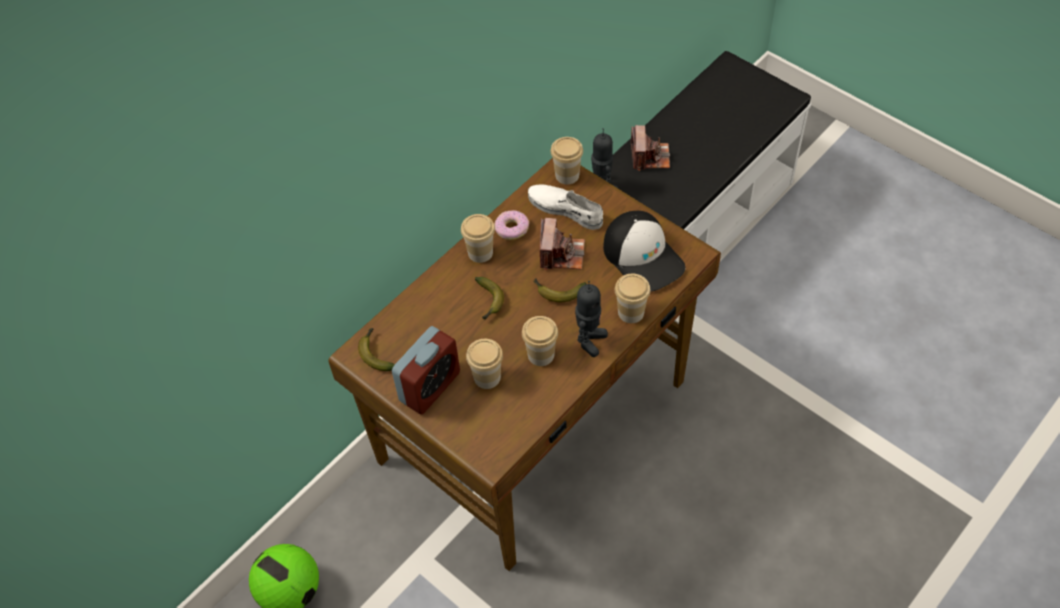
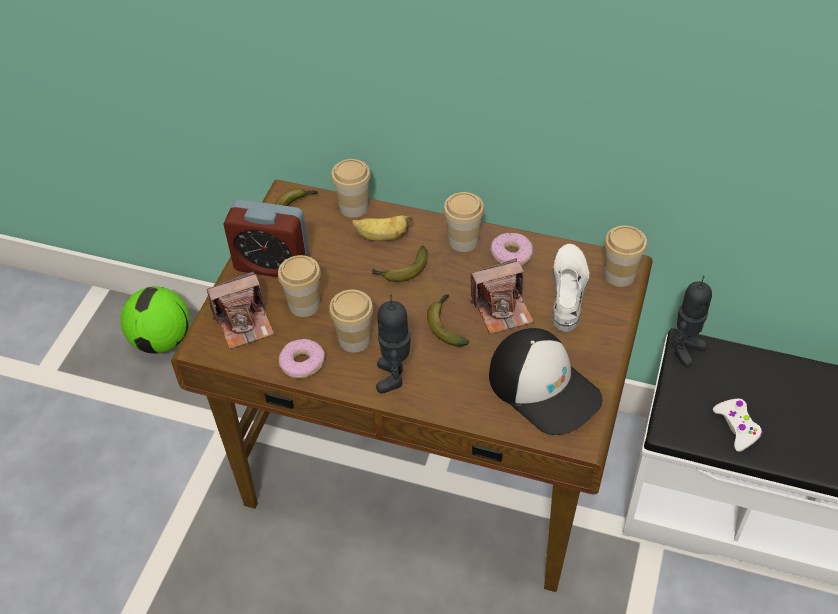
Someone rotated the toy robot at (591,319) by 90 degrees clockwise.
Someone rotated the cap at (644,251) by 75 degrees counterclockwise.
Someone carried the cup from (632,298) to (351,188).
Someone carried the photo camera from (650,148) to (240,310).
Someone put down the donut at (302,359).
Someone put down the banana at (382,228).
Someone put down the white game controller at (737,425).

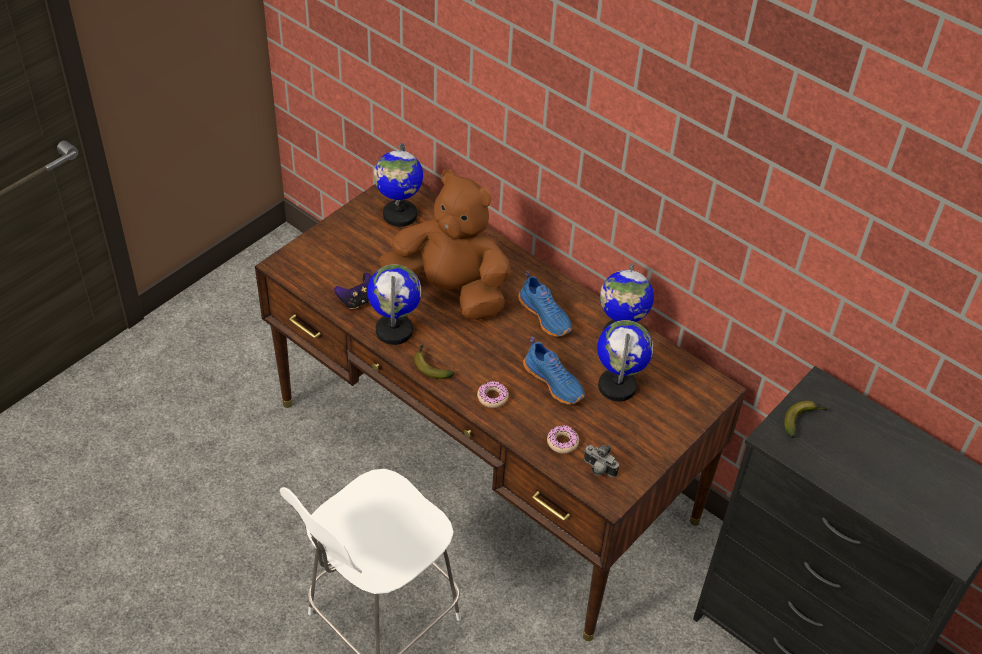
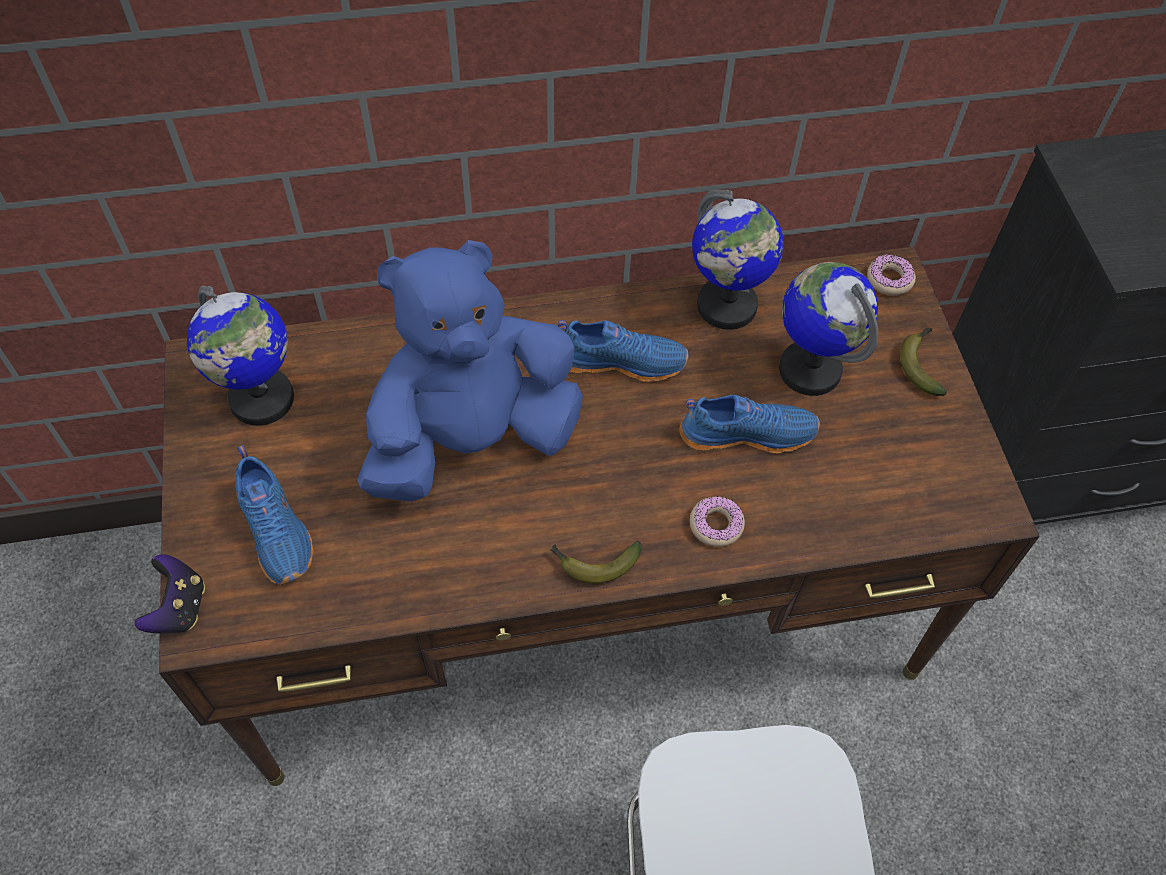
Someone carried the game controller from (353,291) to (169,593).
Someone took away the globe at (394,304).
Someone repainted the brown plush toy at (445,244), which became the blue plush toy at (470,371).
Someone carried the donut from (563,439) to (891,275).
Someone took away the photo camera at (601,461).
Someone carried the banana from (806,419) to (923,362).
Someone put down the blue shoe at (274,514).

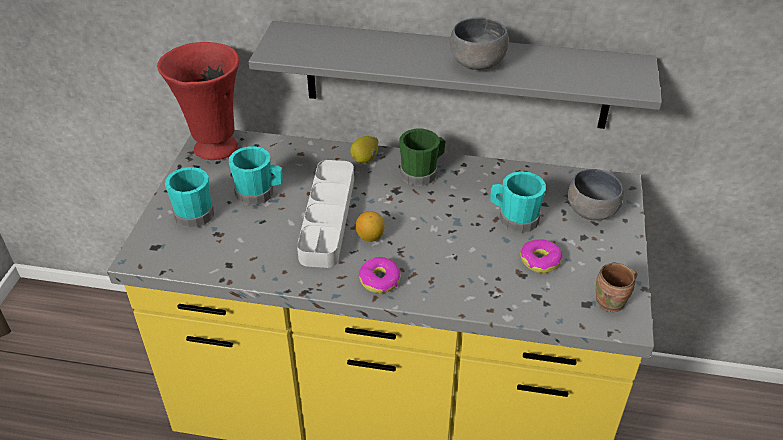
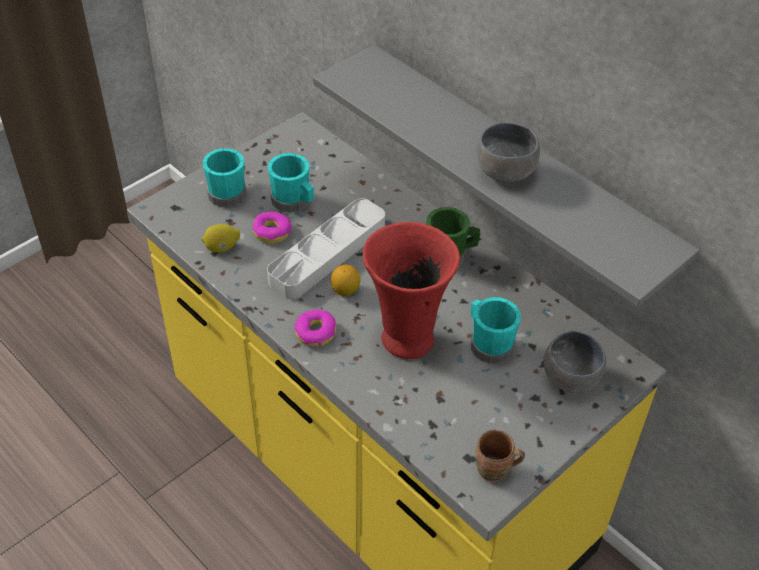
Someone carried the red vase from (198,101) to (411,290).
Someone carried the lemon from (364,149) to (221,238).
Someone carried the donut from (541,256) to (272,227).

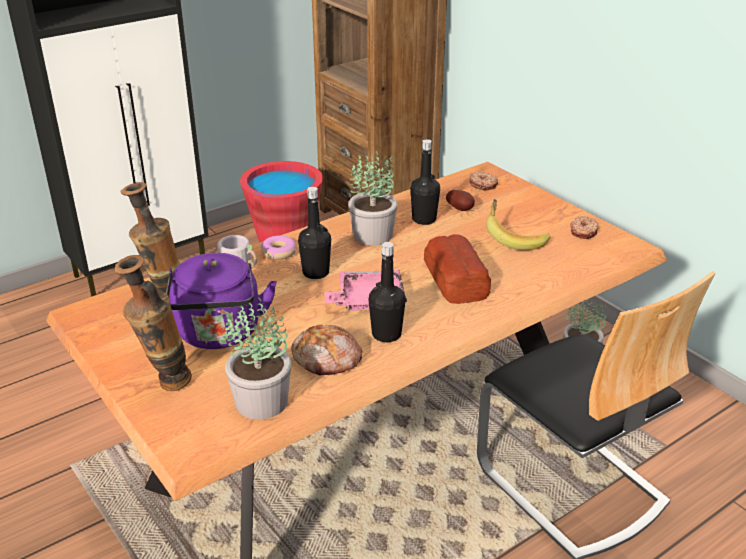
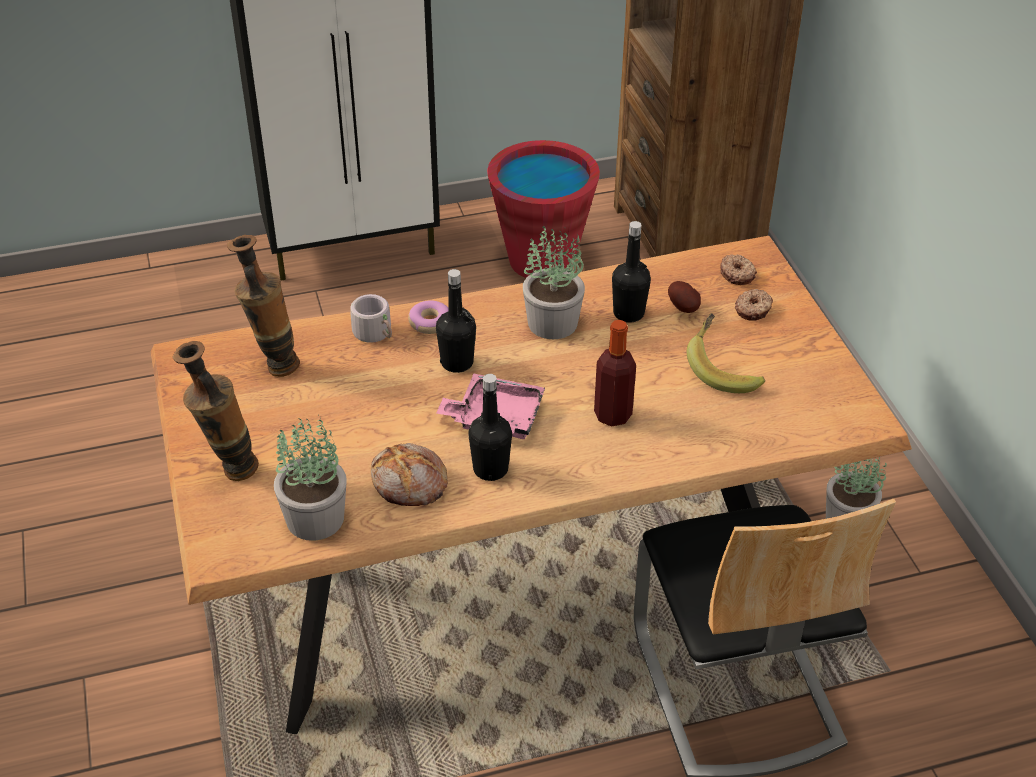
Someone took away the purple kettle at (221,301).
Someone swapped the bread at (457,269) for the bottle at (615,373).
Someone carried the donut from (584,227) to (754,304).

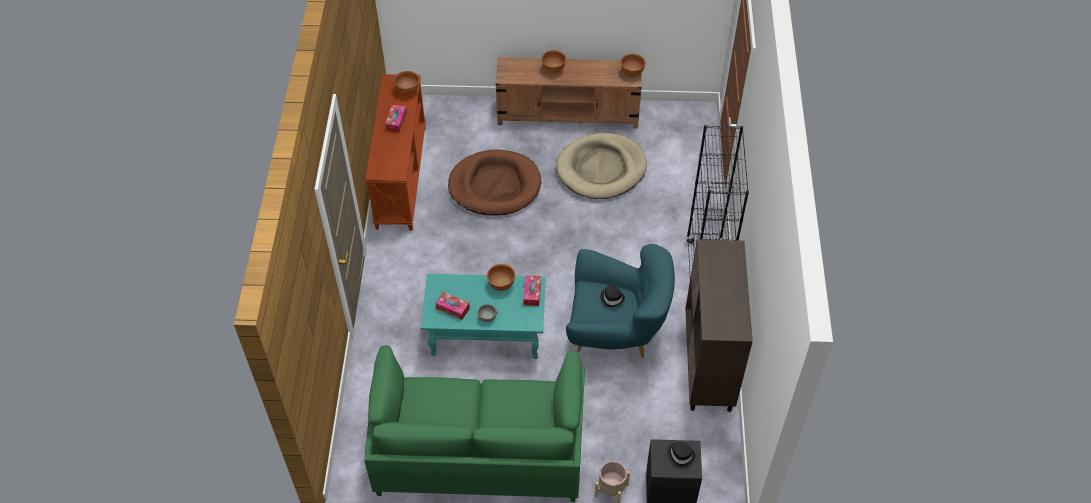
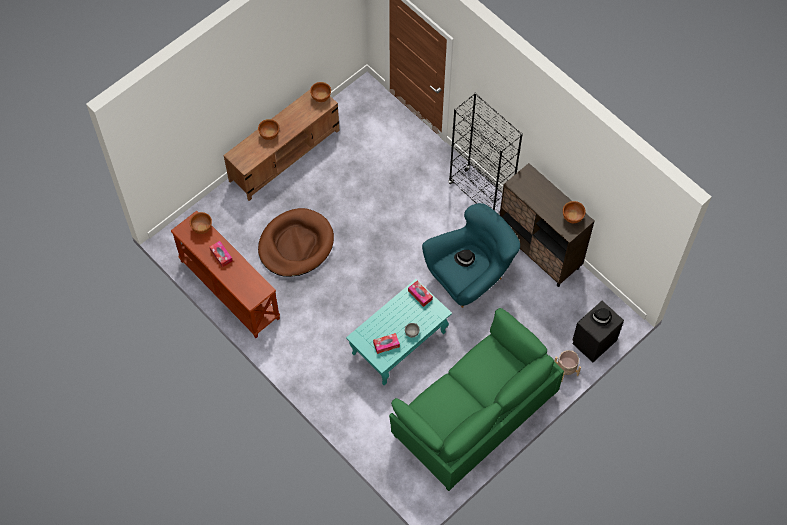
Someone carried the brown bowl from (501,277) to (574,212).
Someone took away the beige dog bed at (601,166).

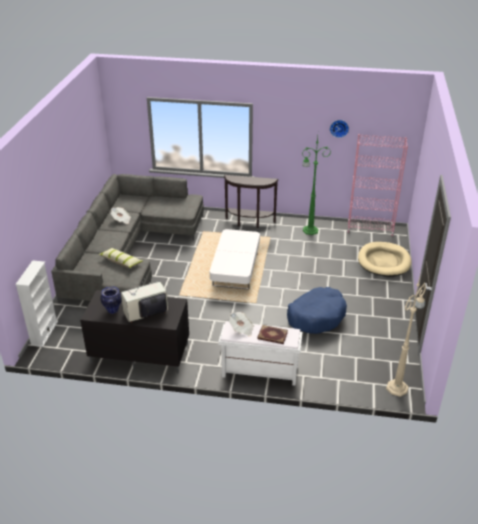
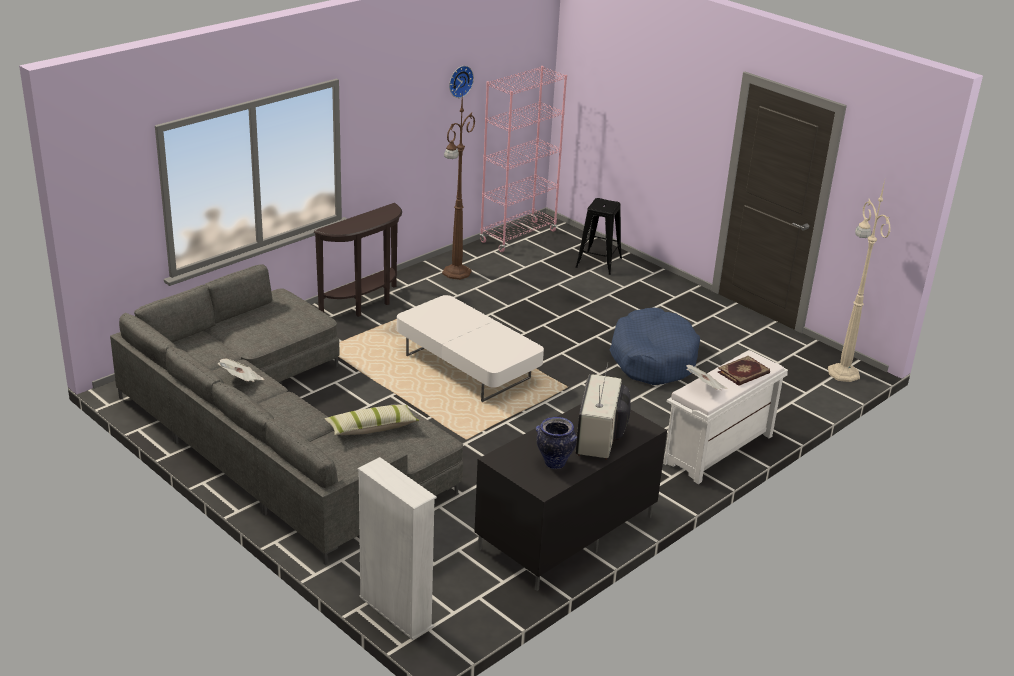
Someone repainted the green floor lamp at (316,186), which became the brown floor lamp at (458,186).
Someone swapped the beige dog bed at (385,259) for the black stool at (598,236).

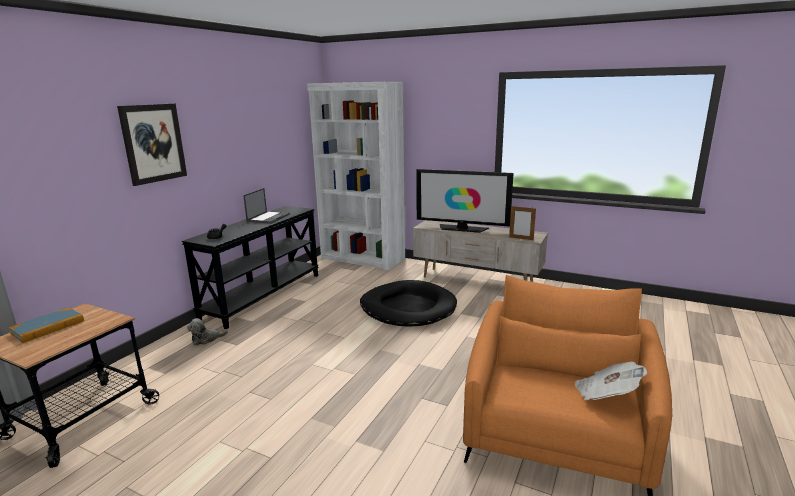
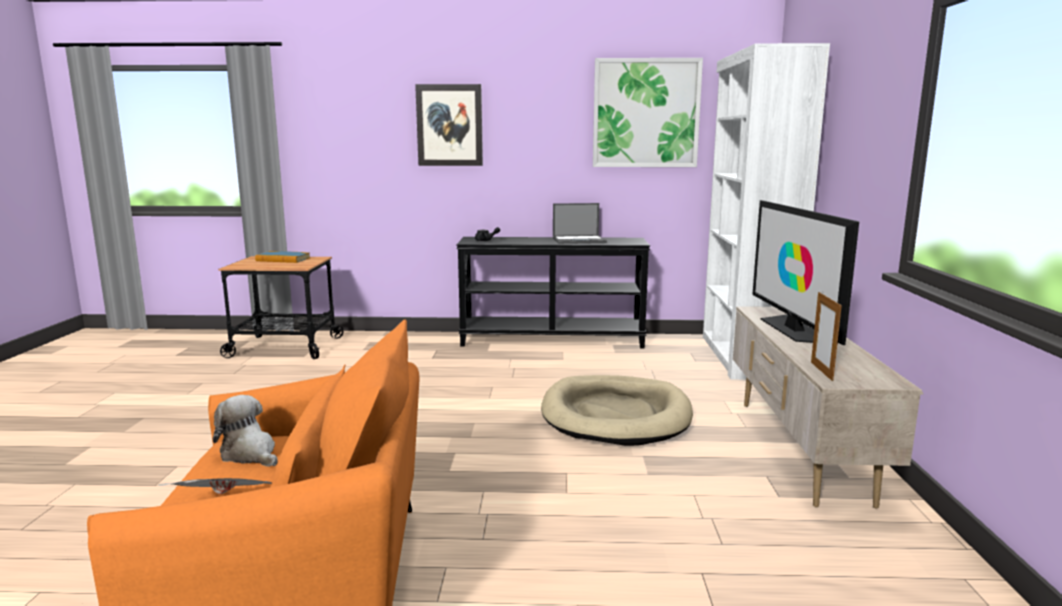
Someone carried the plush toy from (207,331) to (245,431).
Someone repainted the black dog bed at (408,303), which became the beige dog bed at (617,410).
Someone put up the picture at (648,112).

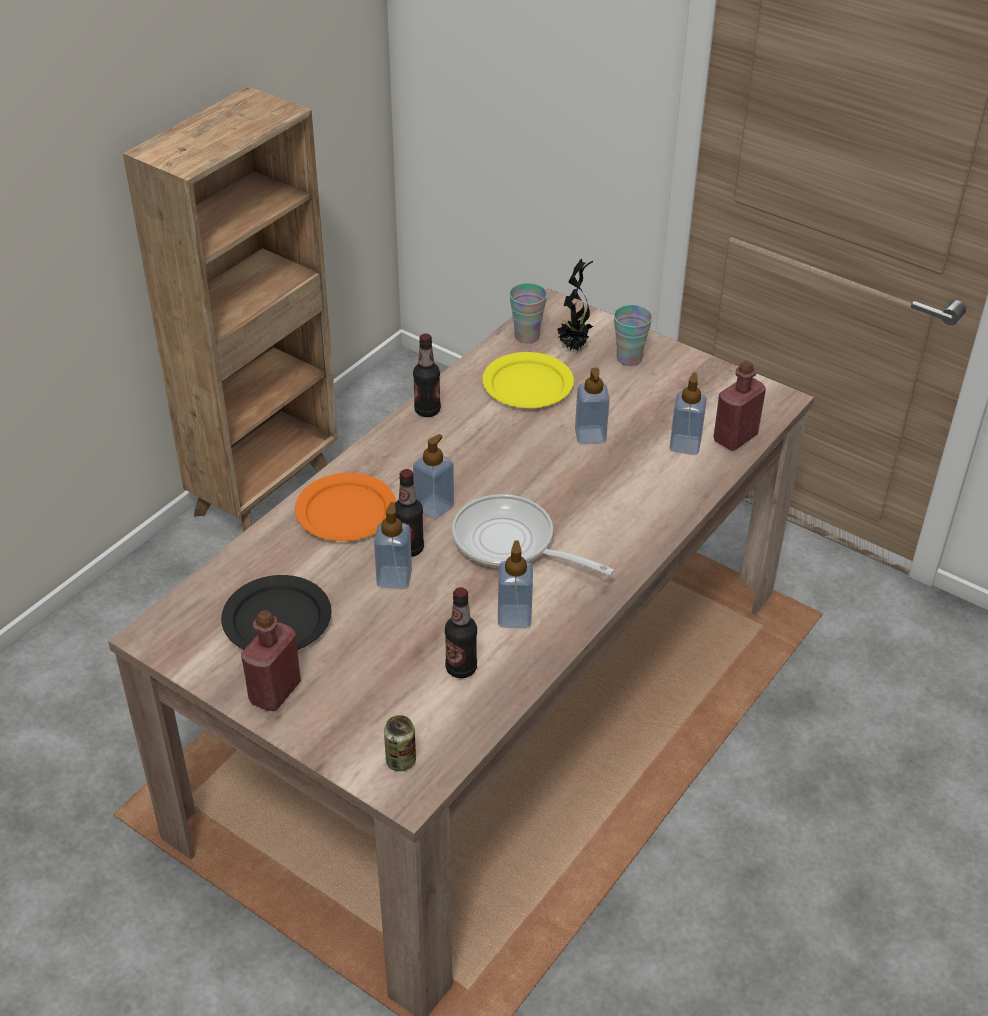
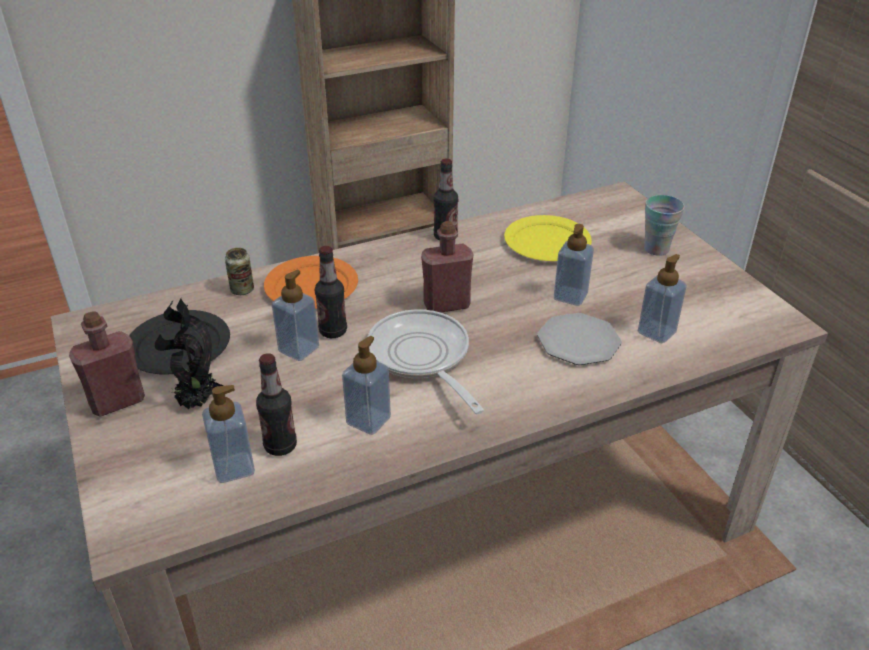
Someone carried the can from (400,743) to (239,271).
Someone carried the soap dispenser from (433,477) to (228,434).
Someone took away the cup at (528,313).
Someone carried the potted plant from (575,304) to (189,354).
Someone carried the red bottle from (739,405) to (447,267).
Someone put down the plate at (579,339).

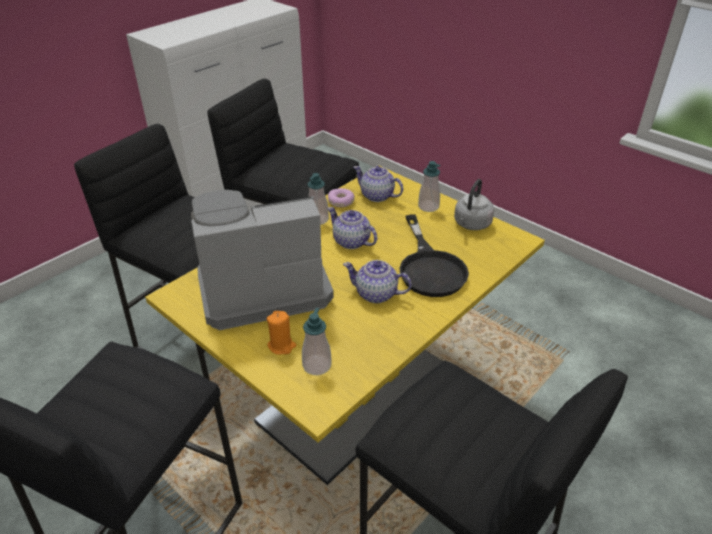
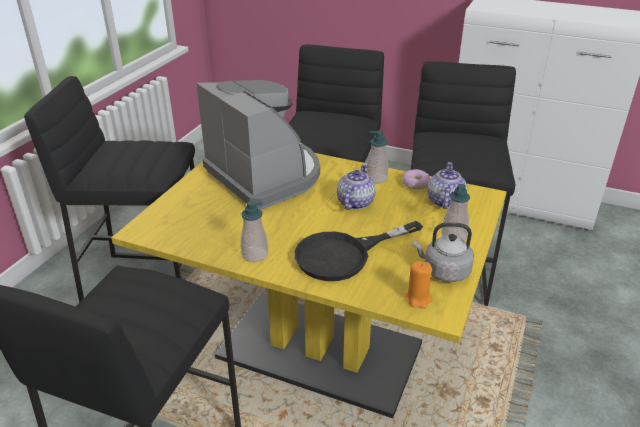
Someone carried the orange candle from (281,333) to (418,285).
Someone carried the soap dispenser from (317,341) to (254,231).
Someone took away the teapot at (377,281).

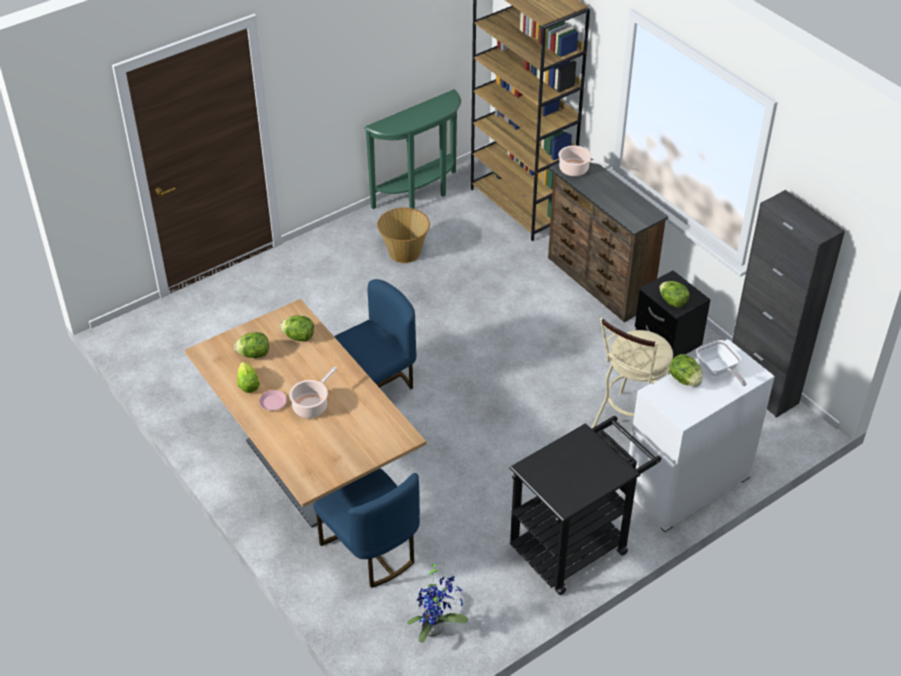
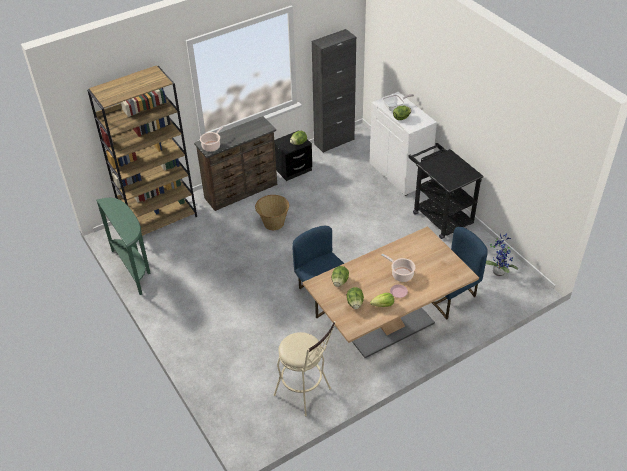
Someone carried the basket from (403,235) to (272,212).
Someone carried the beige stool from (632,373) to (304,369).

